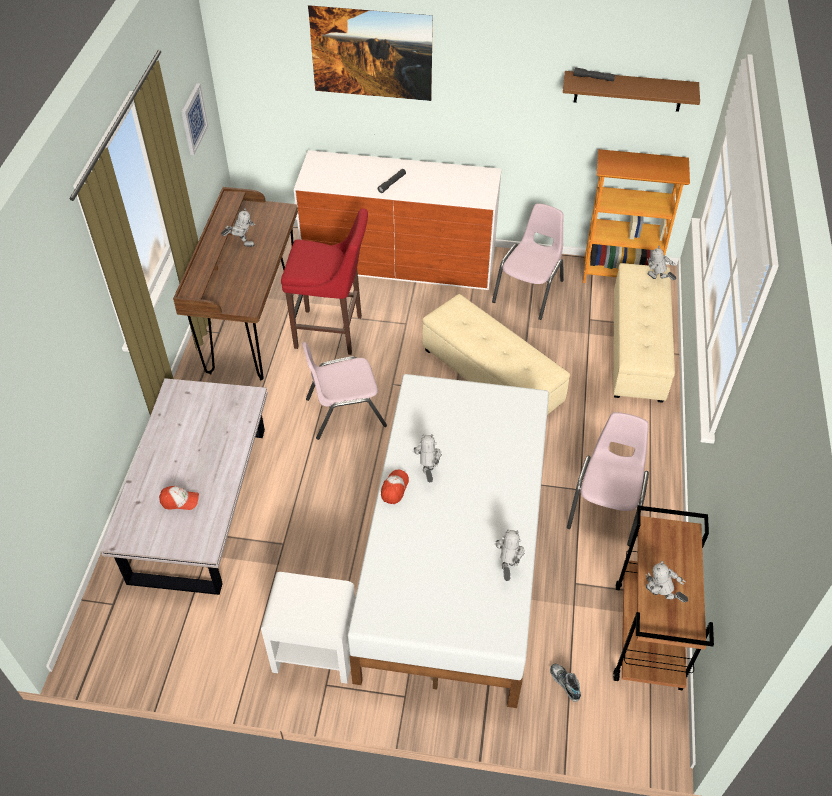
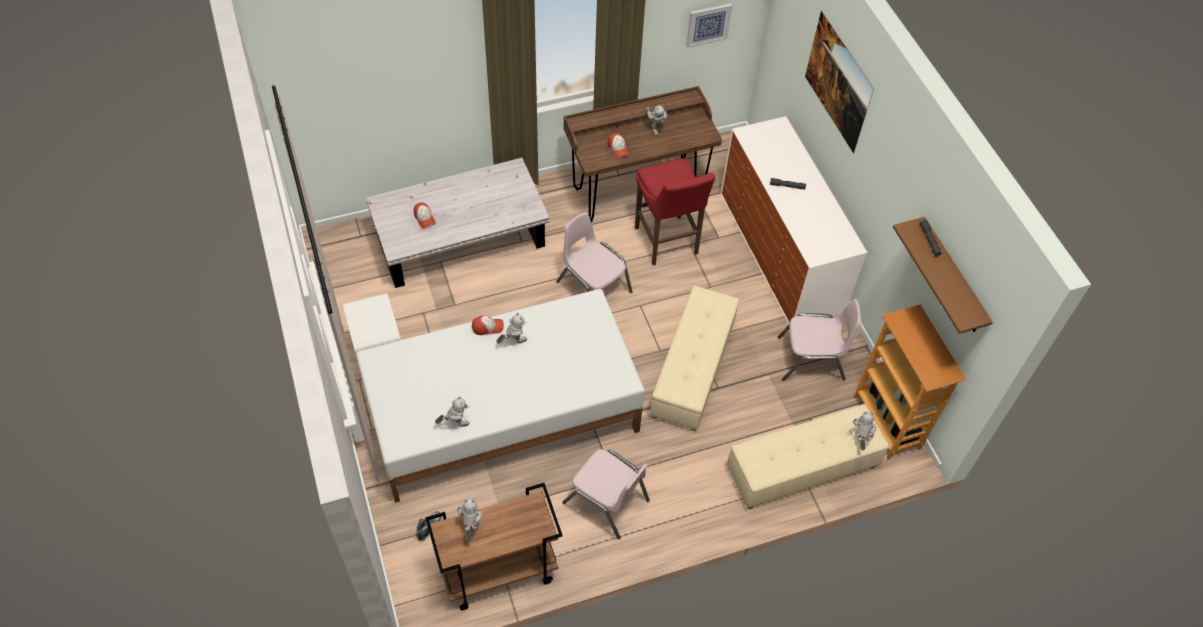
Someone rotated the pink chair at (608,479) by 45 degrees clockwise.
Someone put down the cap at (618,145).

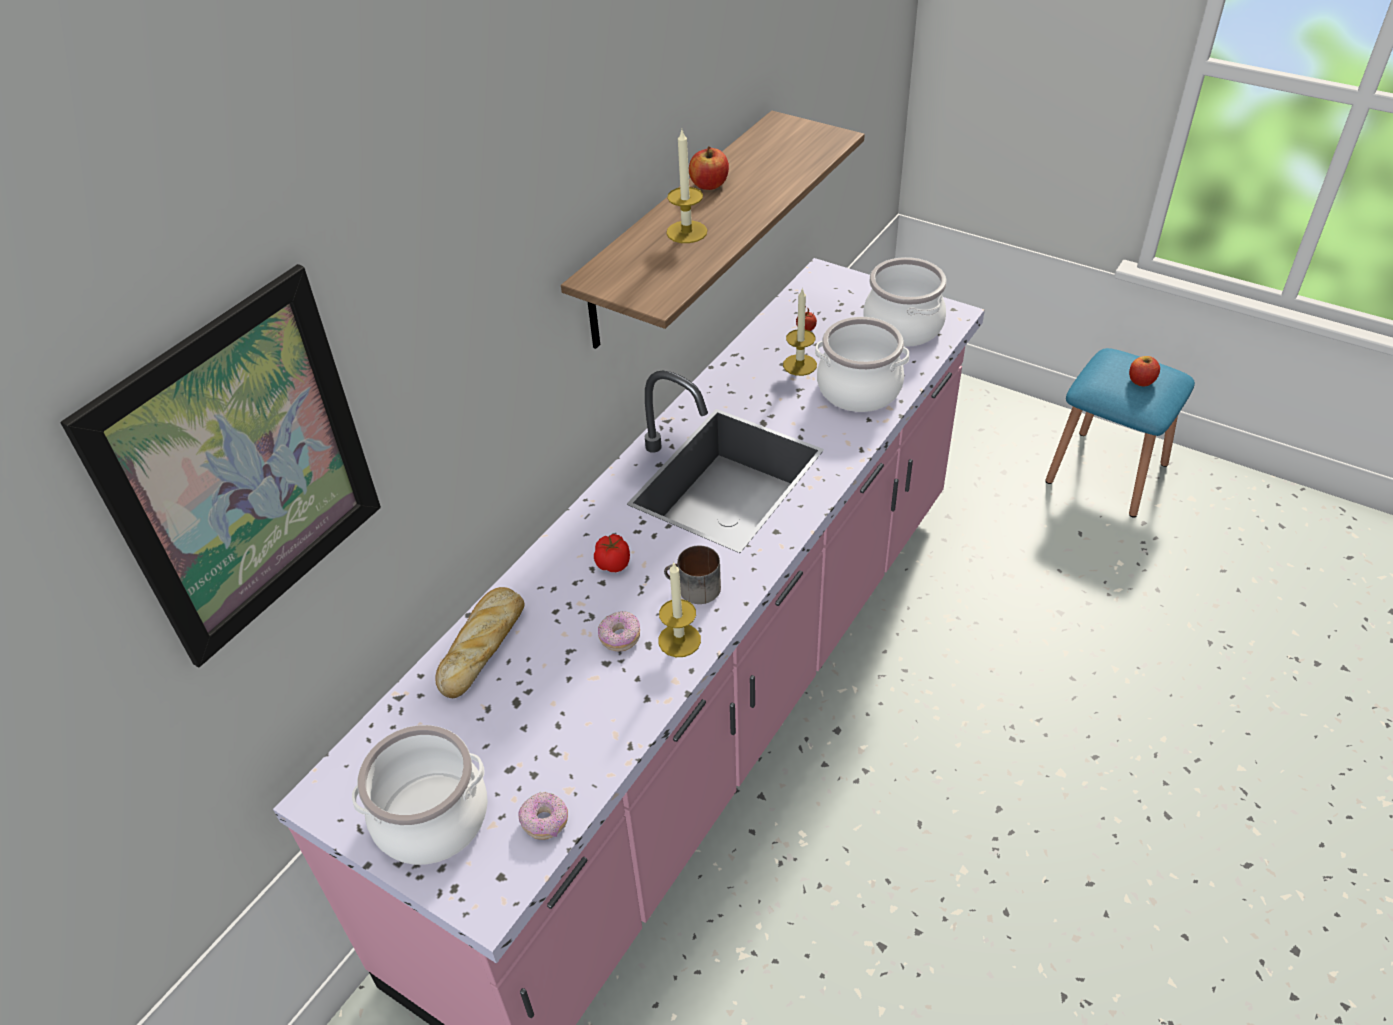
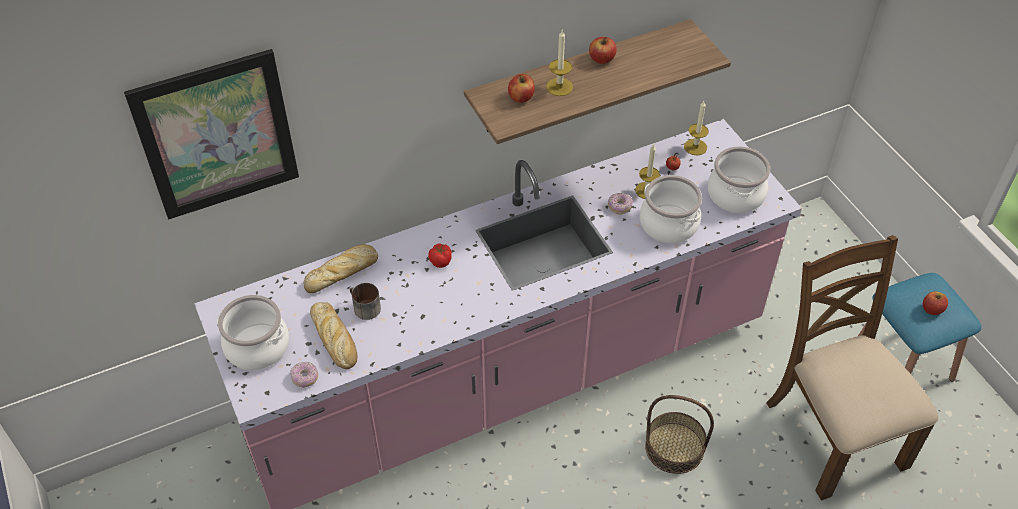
Someone carried the donut from (619,631) to (620,203).
Someone carried the candle from (680,610) to (696,128).
Someone carried the mug from (692,574) to (365,301).
Someone put down the bread at (333,335).
Someone put down the apple at (521,88).
Someone put down the basket at (679,434).
Someone put down the brown chair at (852,367).

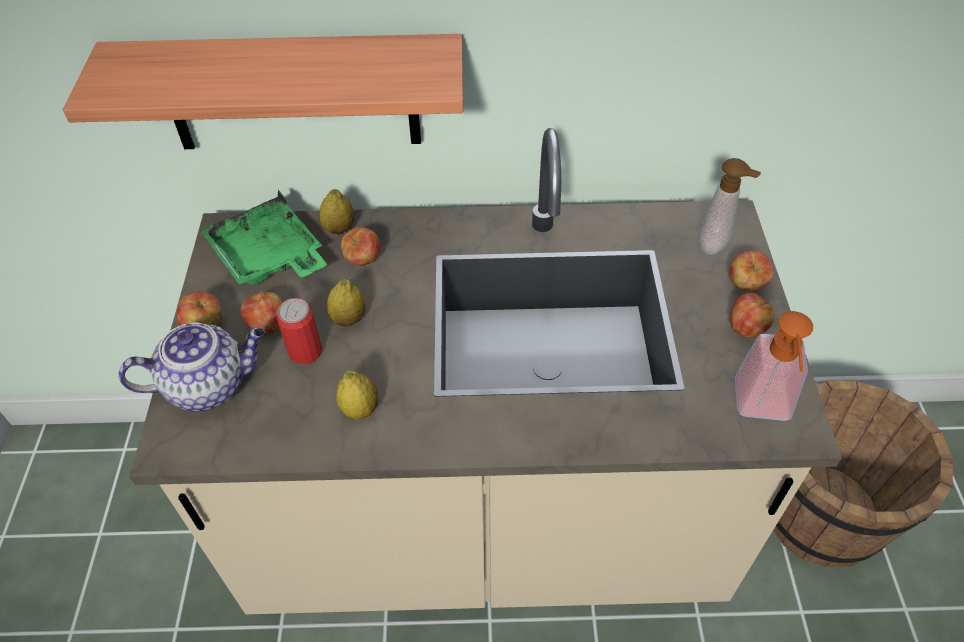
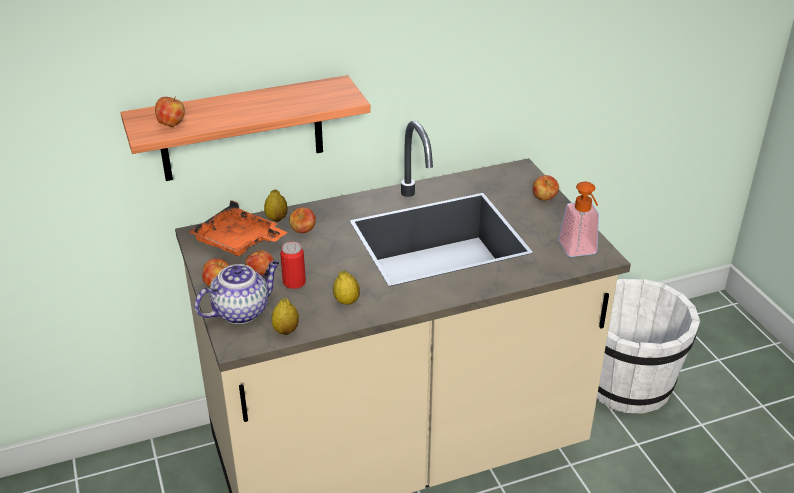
Someone repainted the green tray at (264,237), which became the orange tray at (238,228).
Someone carried the lemon from (346,302) to (285,316).
Someone took away the soap dispenser at (730,206).
Someone carried the apple from (752,315) to (170,112).
Someone repainted the brown bucket at (863,474), which became the white bucket at (648,346).

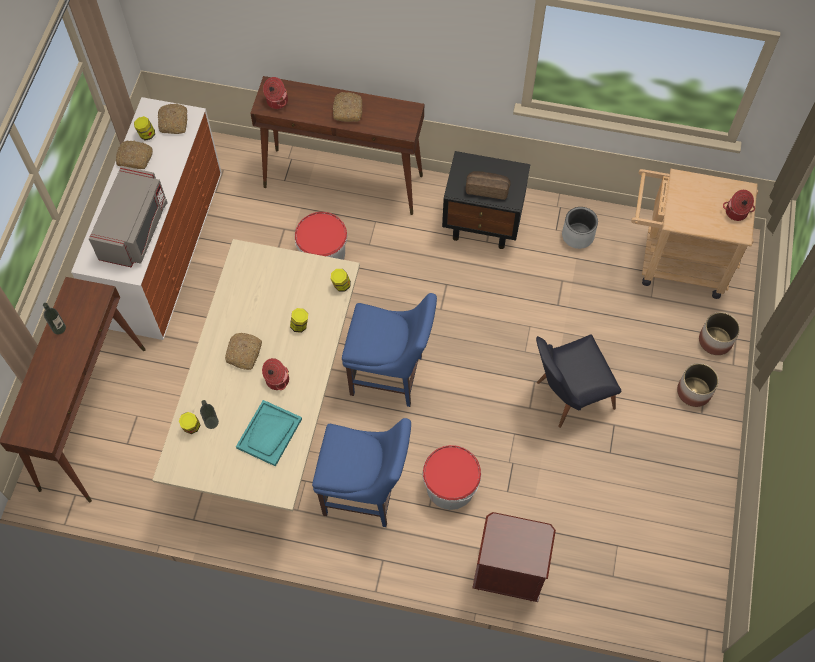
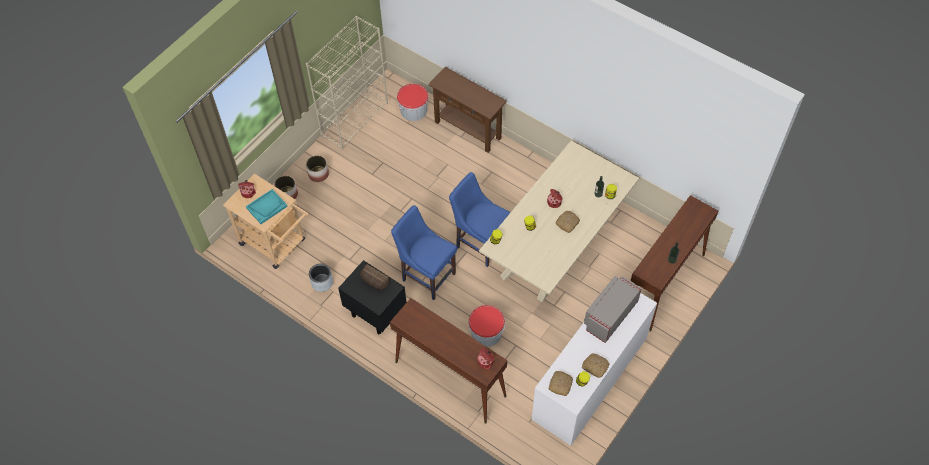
Someone carried the turquoise tray from (269,433) to (267,206).
Someone carried the blue chair from (361,472) to (424,252).
Someone took away the bread at (348,107).
Someone carried the bucket from (452,477) to (413,102).
Someone swapped the brown nightstand at (514,557) for the brown console table at (467,110).
Someone took away the black chair at (579,381).
Someone put down the beige bookcase at (347,83).

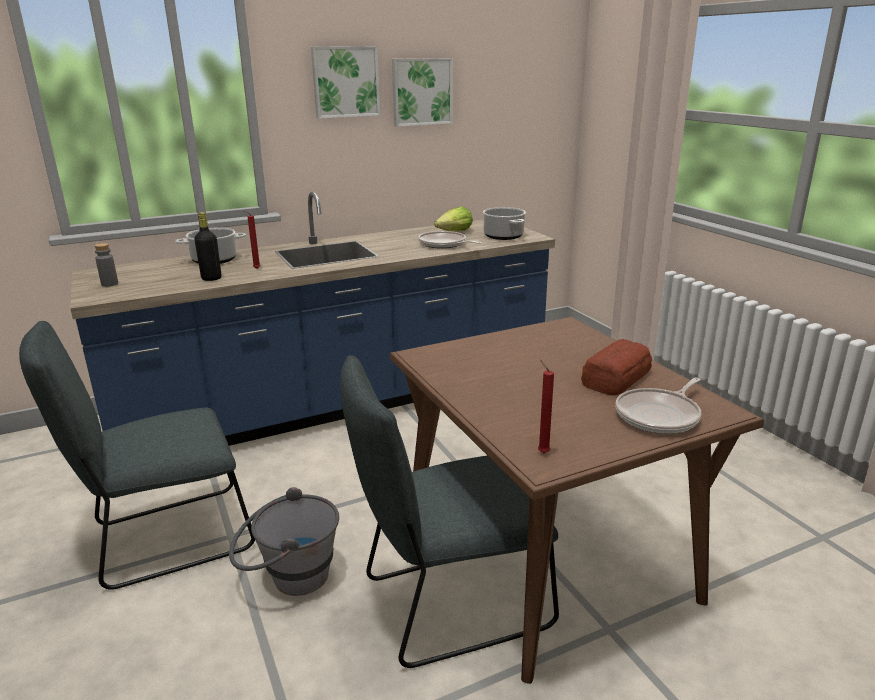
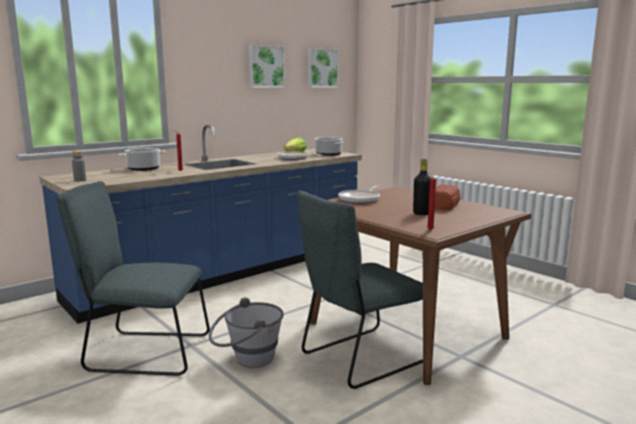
Someone rotated the grey chair at (137,455) by 45 degrees clockwise.
Someone carried the black bottle from (207,246) to (422,187).
Someone carried the picture from (345,82) to (323,68).
Someone carried the frying pan from (658,406) to (359,194).

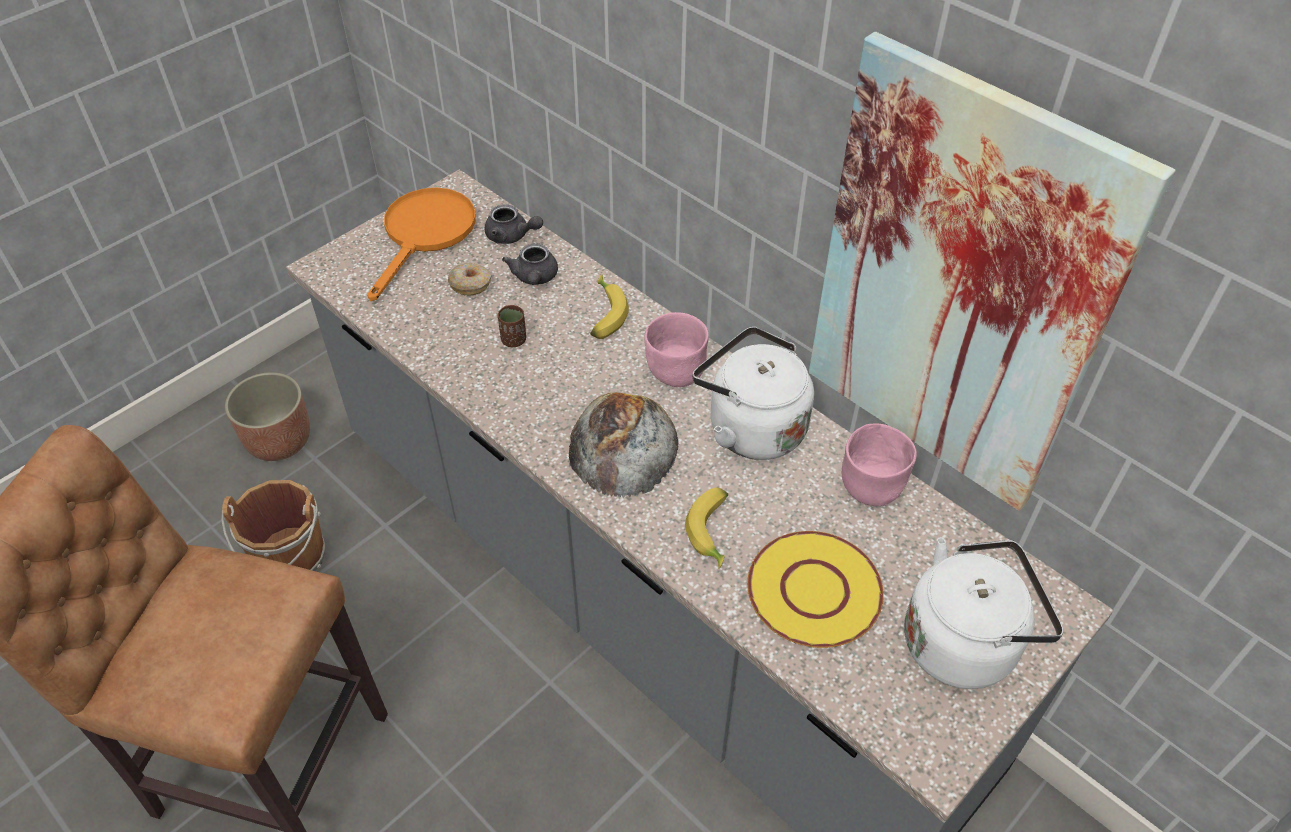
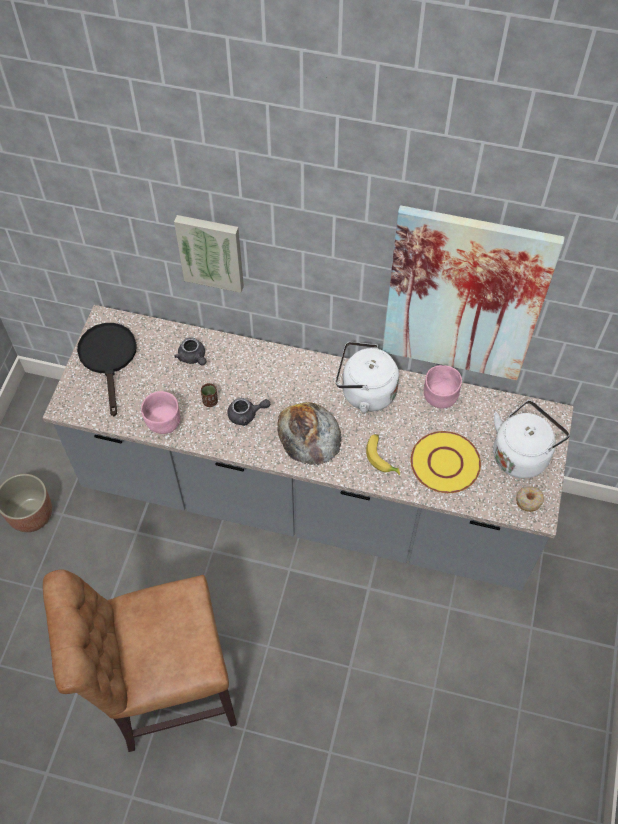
Someone took away the brown bucket at (273,525).
Someone repainted the orange frying pan at (421,244), which became the black frying pan at (107,369).
Someone carried the donut from (469,279) to (530,499).
Someone carried the grey teapot from (514,224) to (248,412).
Someone took away the banana at (609,307).
Someone carried the pink bowl from (676,349) to (160,412).
Someone put up the picture at (209,254).

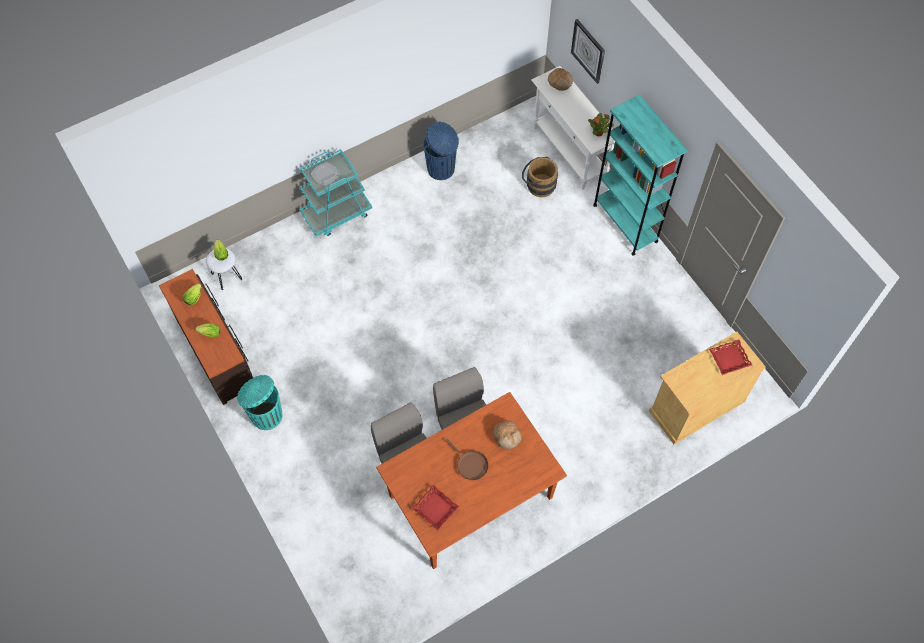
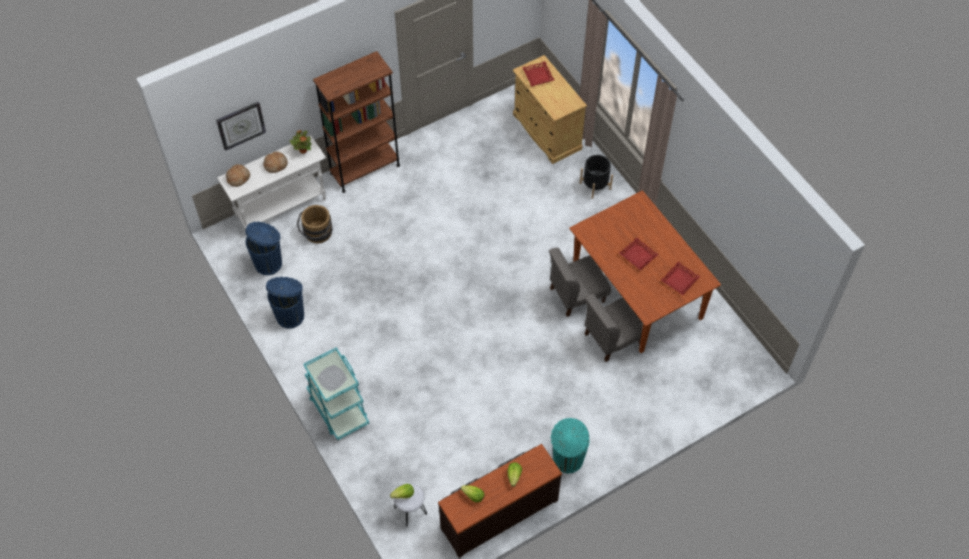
Someone swapped the brown frying pan at (466,459) for the red tray at (638,254).
Someone carried the bread from (507,435) to (275,162).
Someone repainted the turquoise bookcase at (640,175), which became the brown bookcase at (356,122).
Someone put down the blue trash can at (263,248).
Someone put down the black planter at (596,177).

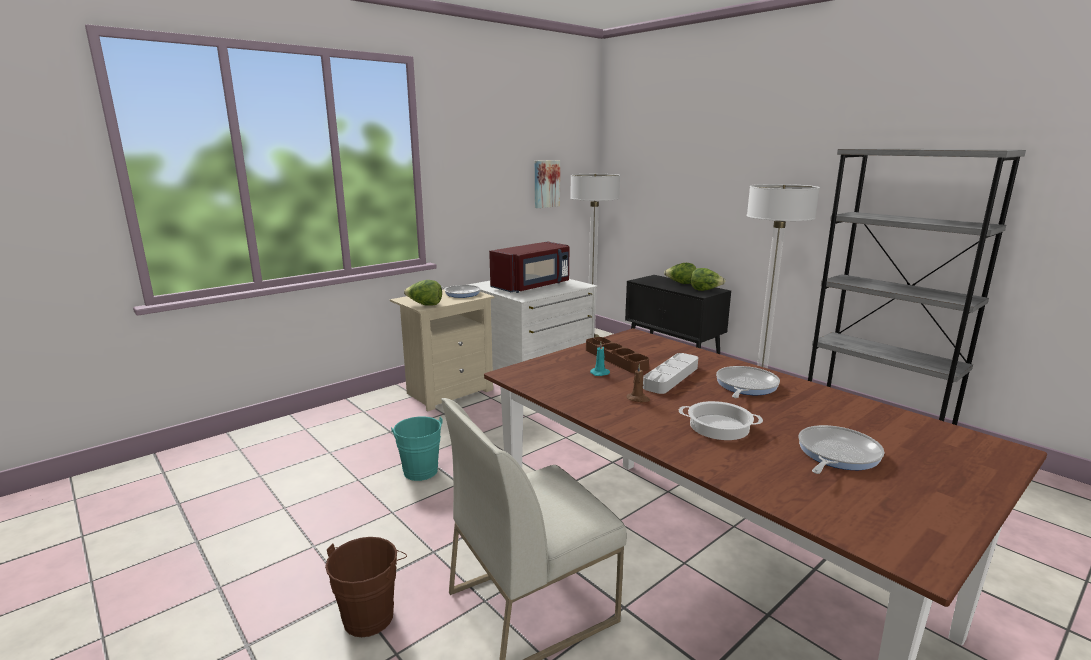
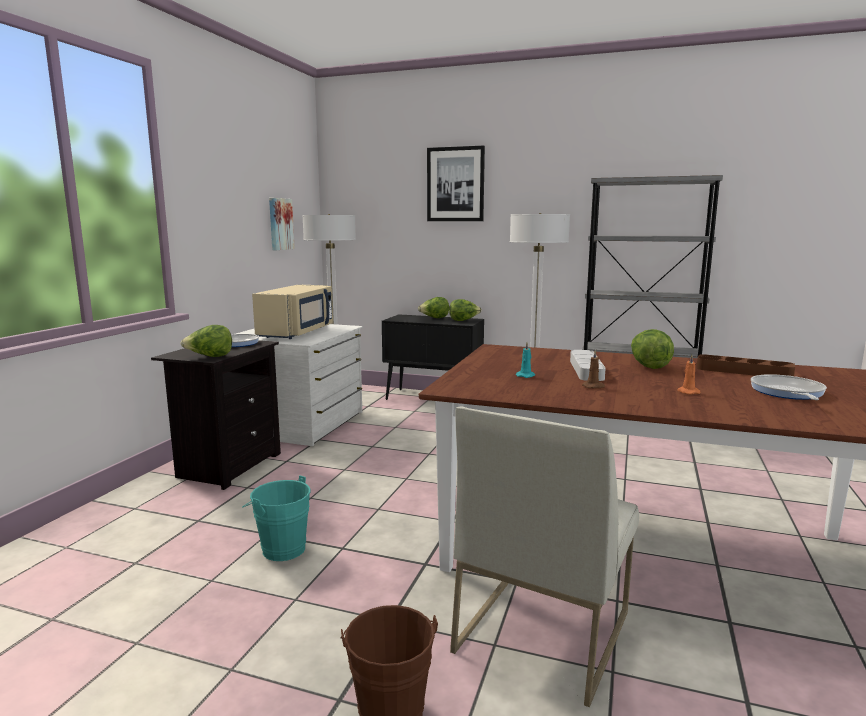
Someone repainted the beige nightstand at (442,350), which became the black nightstand at (216,415).
Someone repainted the red microwave at (529,267), which became the beige microwave at (292,311).
Someone carried the brown tray from (617,355) to (745,365).
Someone swapped the cooking pot at (721,420) for the orange candle at (688,375).
Someone swapped the frying pan at (748,382) for the lettuce at (652,349).
Someone put up the picture at (456,183).

